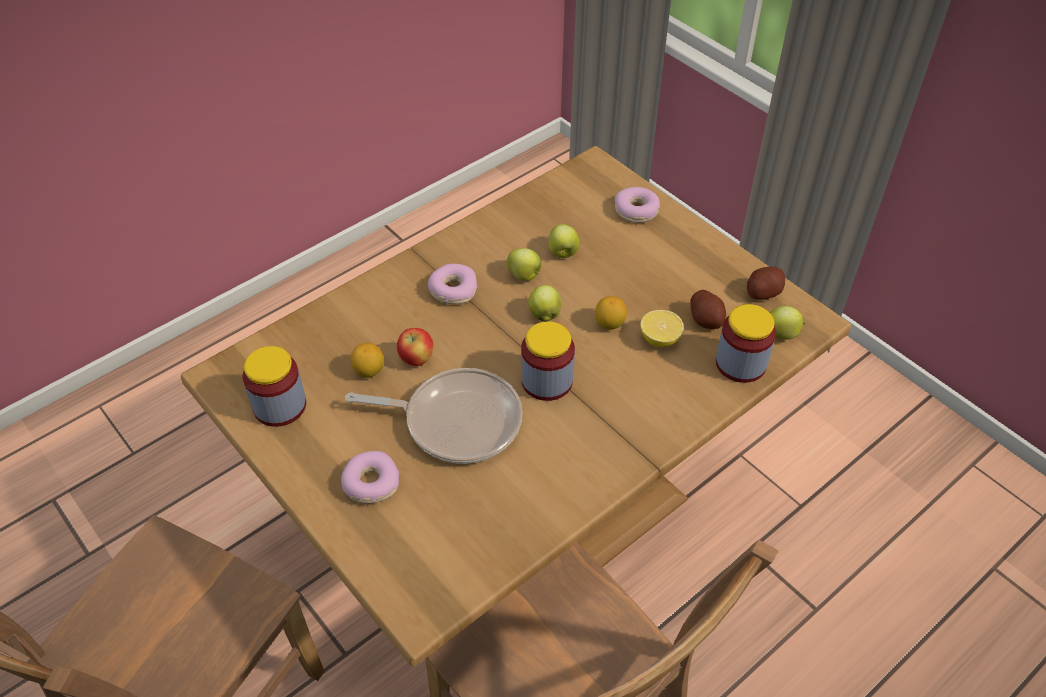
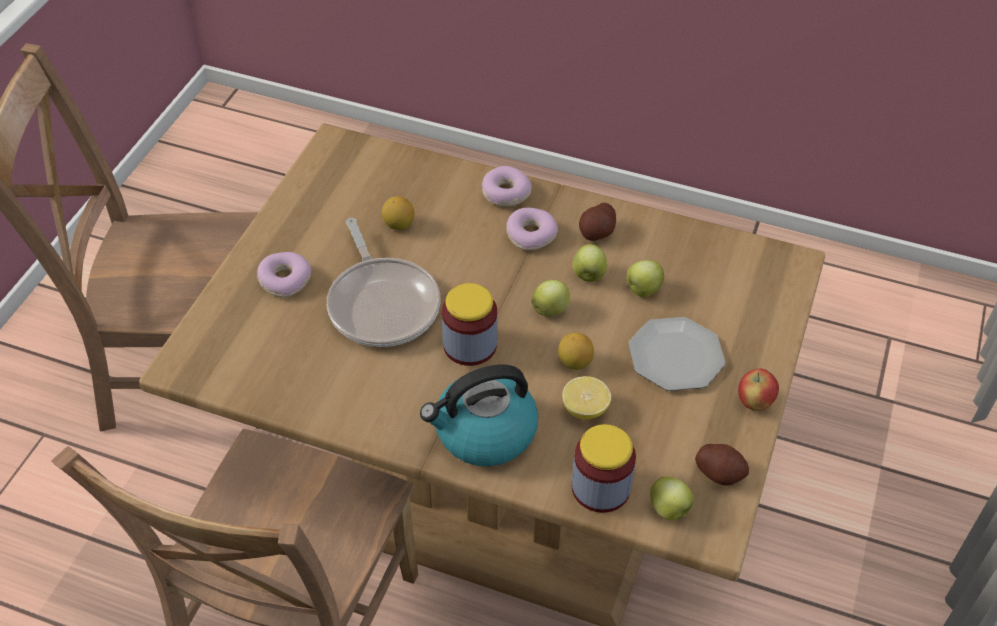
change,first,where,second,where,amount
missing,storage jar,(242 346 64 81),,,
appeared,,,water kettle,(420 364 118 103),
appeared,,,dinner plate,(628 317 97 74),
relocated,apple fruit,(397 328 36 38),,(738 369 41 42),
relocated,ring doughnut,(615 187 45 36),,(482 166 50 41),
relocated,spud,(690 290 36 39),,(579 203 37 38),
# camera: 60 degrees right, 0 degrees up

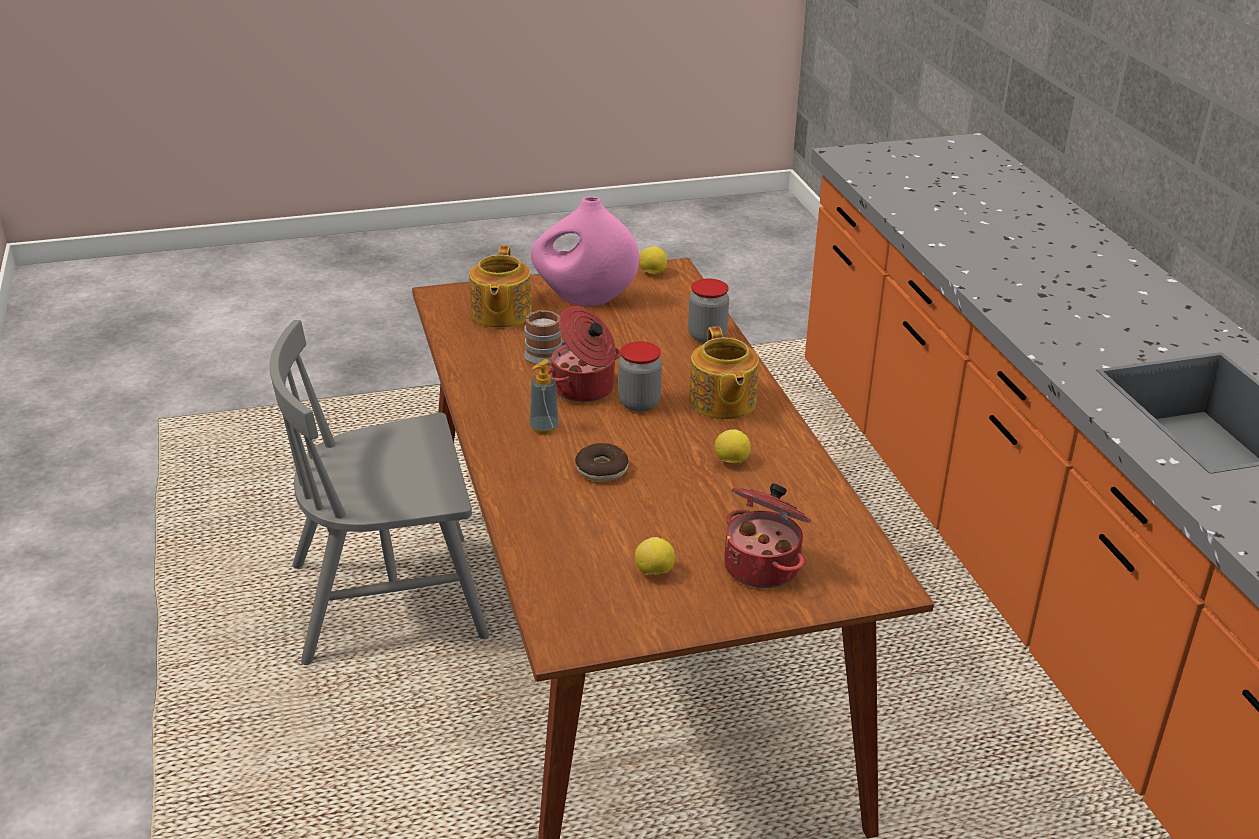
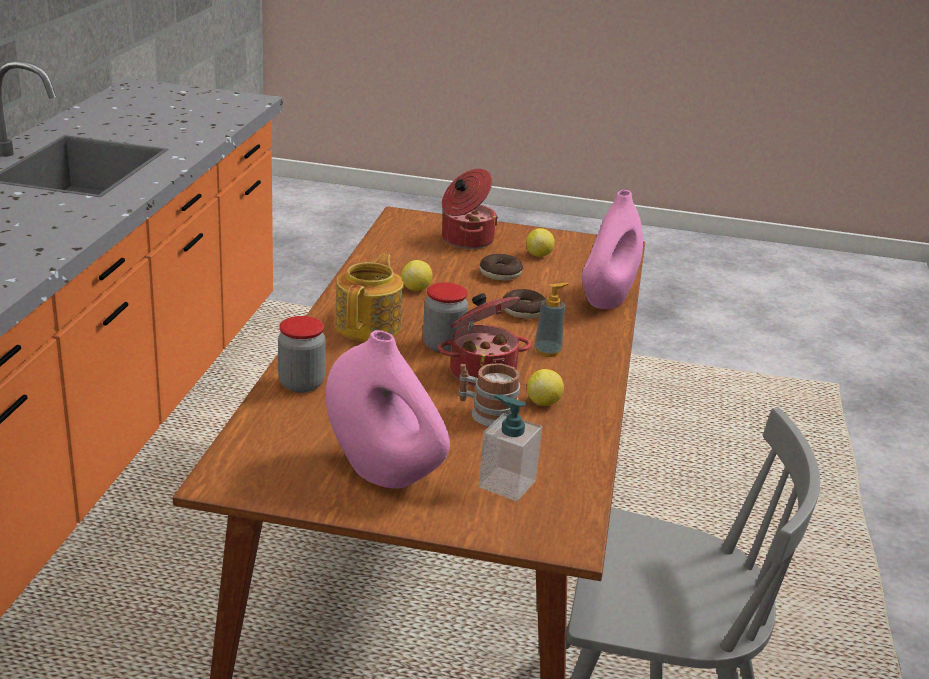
change,first,where,second,where,amount
appeared,,,ring doughnut,(480 254 43 27),
appeared,,,vase (pink),(582 190 61 119),
relocated,lemon,(639 246 28 28),,(527 369 37 37),
exchanged,pot for tea,(469 246 63 82),liquid soap bottle,(478 394 64 107),
# camera: 155 degrees left, 5 degrees down

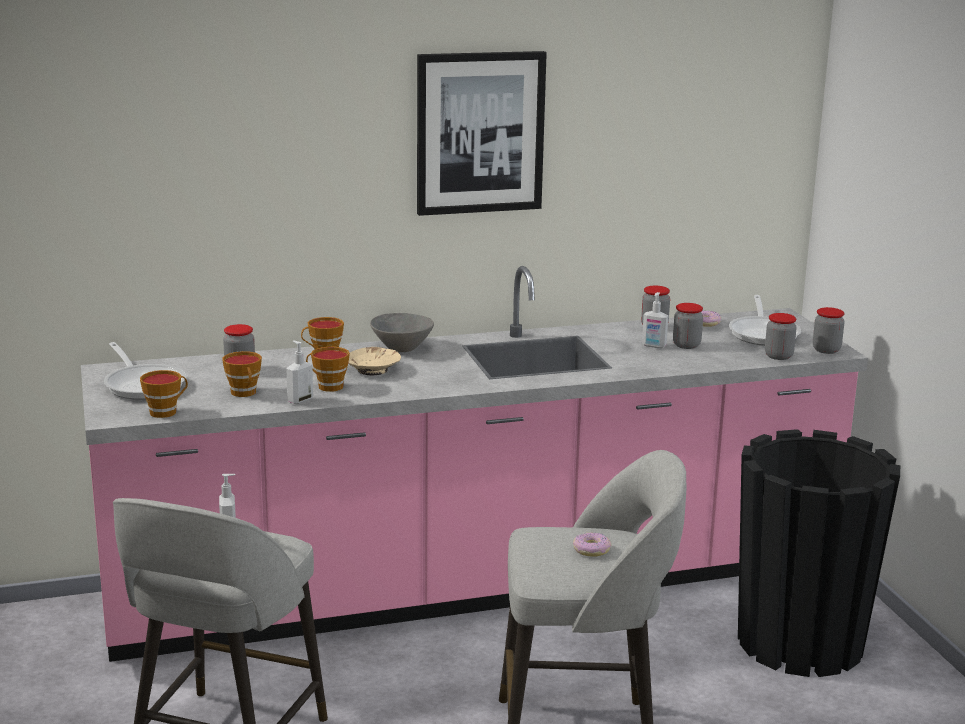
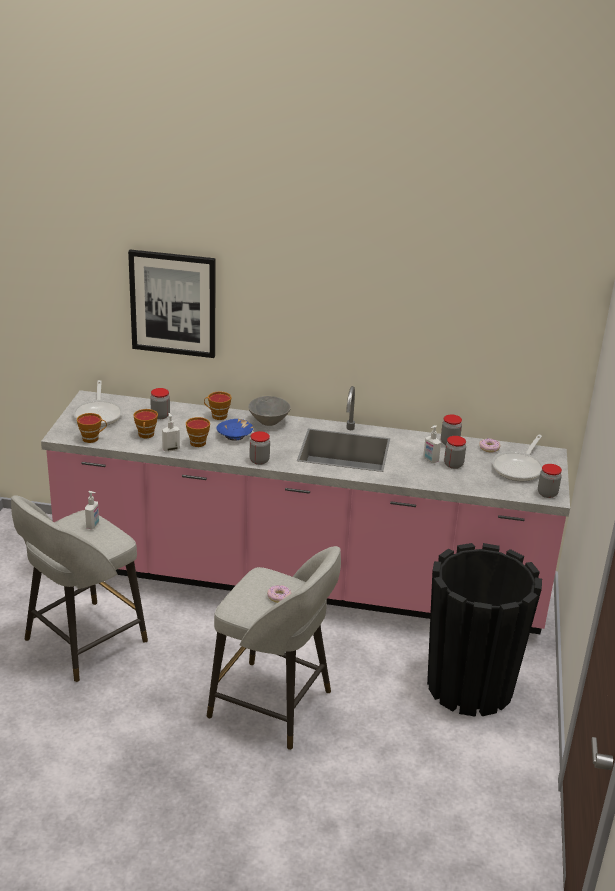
change,first,where,second,where,amount
relocated,wall art,(417 51 130 165),,(128 250 87 108),
relocated,storage jar,(765 313 32 47),,(250 431 20 34),
colour,serving bowl (beige),(348 347 53 28),serving bowl (blue-coloured),(216 419 37 21),
# camera: 25 degrees right, 10 degrees up

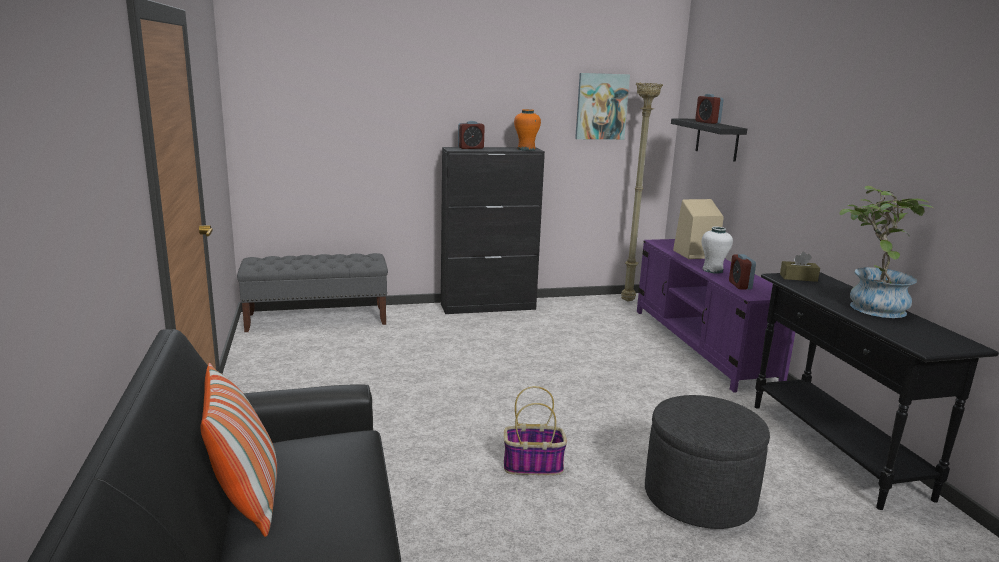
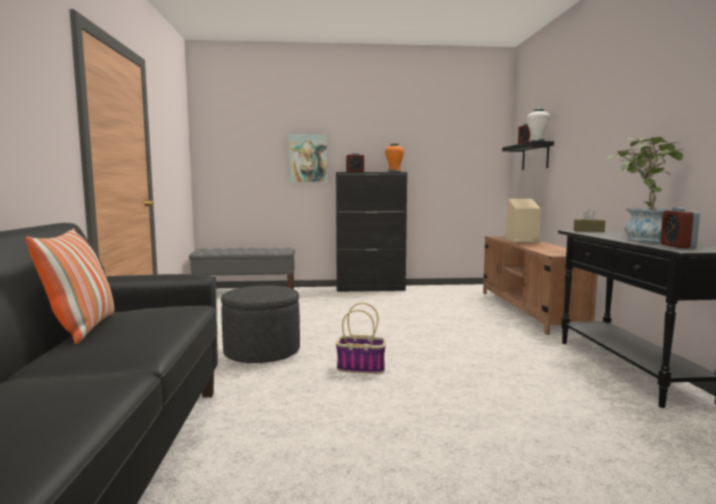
change,first,where,second,where,amount
missing,standard lamp (beige),(621 82 42 219),,,
relocated,wall art,(575 73 55 67),,(289 134 38 48),
relocated,footrest (gray),(645 395 125 134),,(221 285 79 78),
relocated,vase (white),(702 226 31 48),,(527 108 23 34),
relocated,alarm clock,(729 254 27 36),,(660 207 40 41),
colour,tv stand (purple-coloured),(637 239 158 154),tv stand (brown-coloured),(483 236 115 99),
# camera: 10 degrees right, 10 degrees down

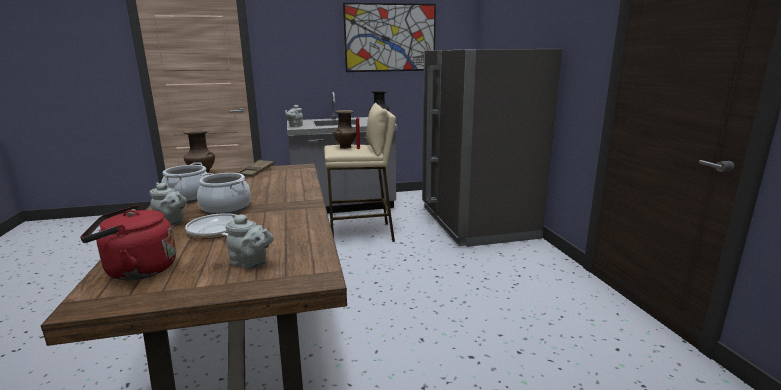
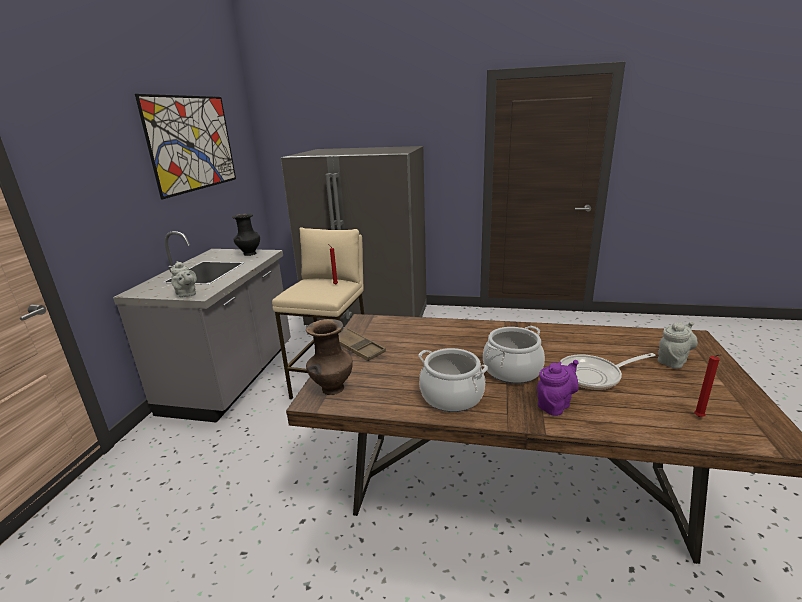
change,first,where,second,where,amount
missing,vase (brown-coloured),(333 110 23 39),,,
exchanged,water kettle (red),(80 205 96 75),wax candle (red),(694 354 28 63),
colour,pot for tea (gray),(150 182 37 44),pot for tea (purple-coloured),(537 360 42 56),
# camera: 65 degrees left, 5 degrees up

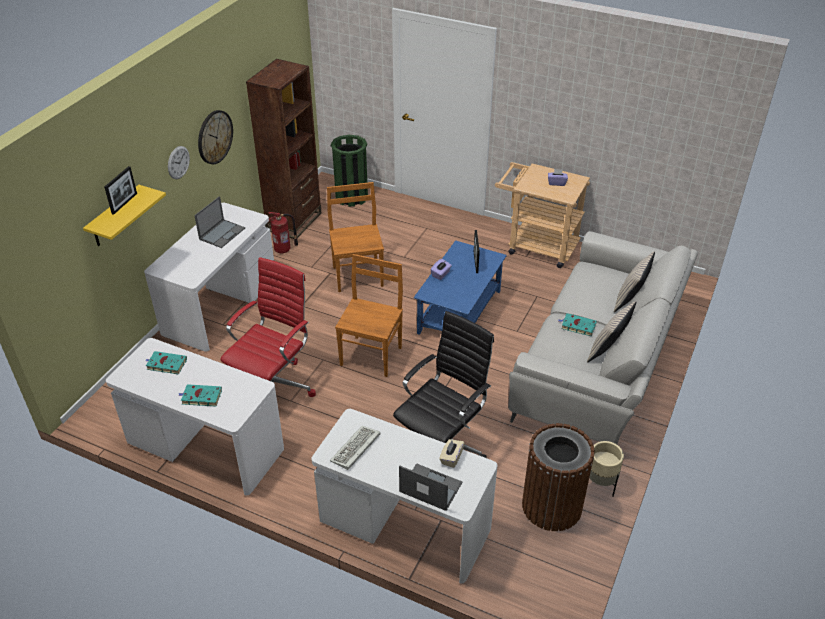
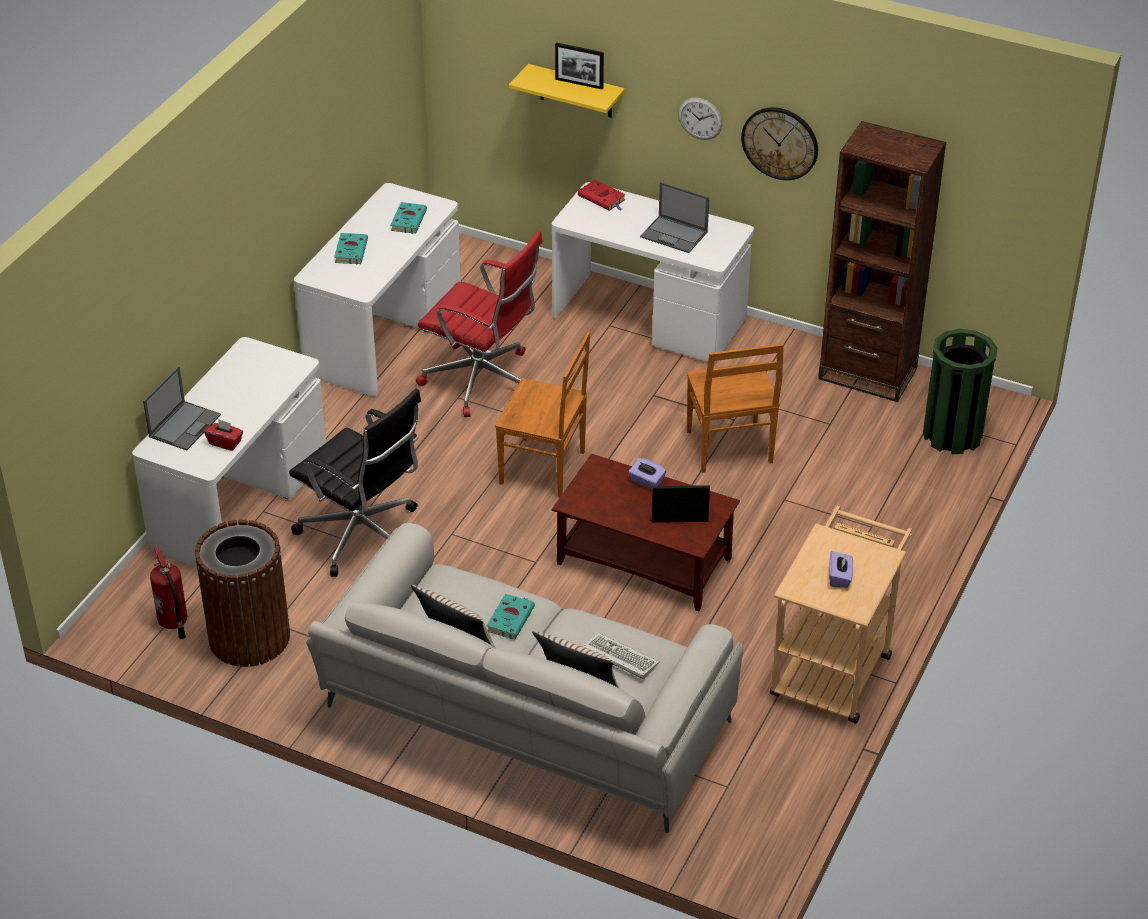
change,first,where,second,where,amount
missing,plant pot (beige),(589 441 35 55),,,
appeared,,,volume (red),(578 180 48 31),
relocated,extinguisher,(268 212 30 41),,(150 547 37 92),
relocated,computer keyboard,(330 426 51 44),,(583 633 76 46),
colour,lounge table (blue-coloured),(414 240 93 95),lounge table (brown-coloured),(552 454 188 157),
colour,tissue box (beige),(439 439 25 29),tissue box (red),(204 419 39 32),
spun,plain chair (brown-coloured),(327 182 57 110),,(687 344 97 129),90 degrees clockwise
# camera: 90 degrees right, 0 degrees up

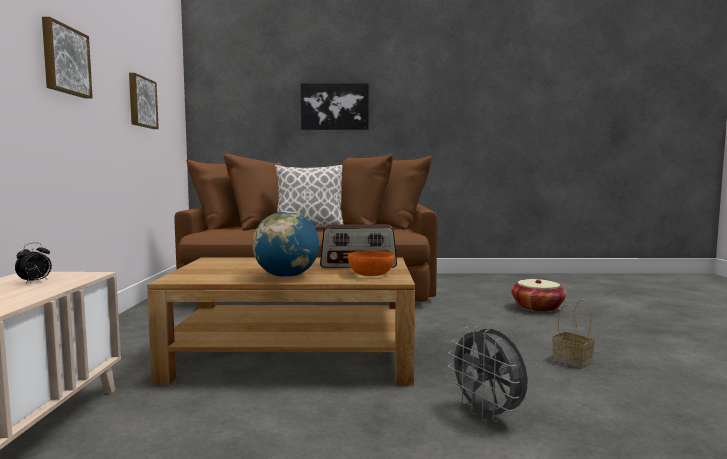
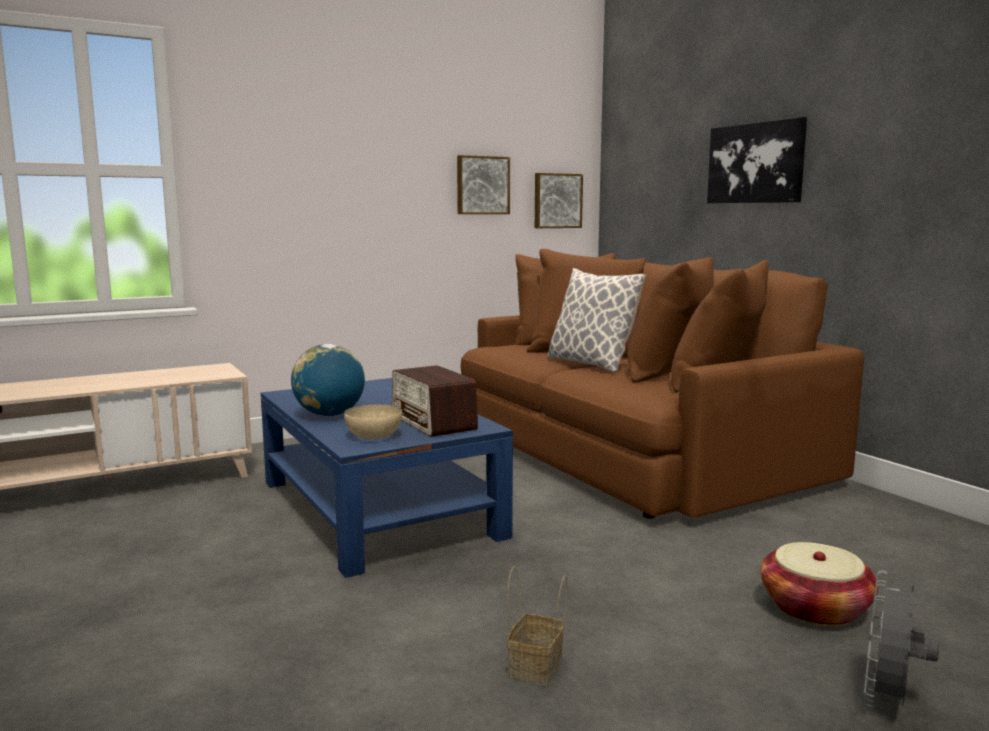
change,first,where,second,where,amount
missing,alarm clock,(15 242 37 41),,,
relocated,wall art,(42 17 51 82),,(535 173 48 55),
relocated,cooling fan (gray),(448 326 80 96),,(863 571 76 136),
colour,lounge table (brown-coloured),(147 257 268 128),lounge table (blue-coloured),(261 378 252 200),
colour,serving bowl (orangey),(348 250 46 26),serving bowl (beige),(344 404 58 35),
# camera: 60 degrees right, 5 degrees up

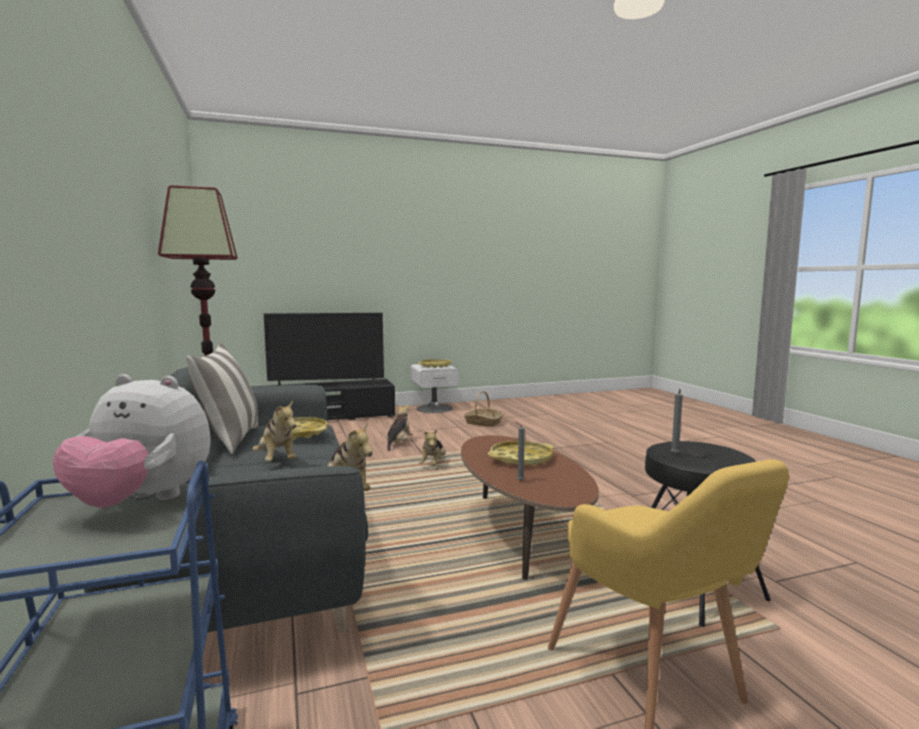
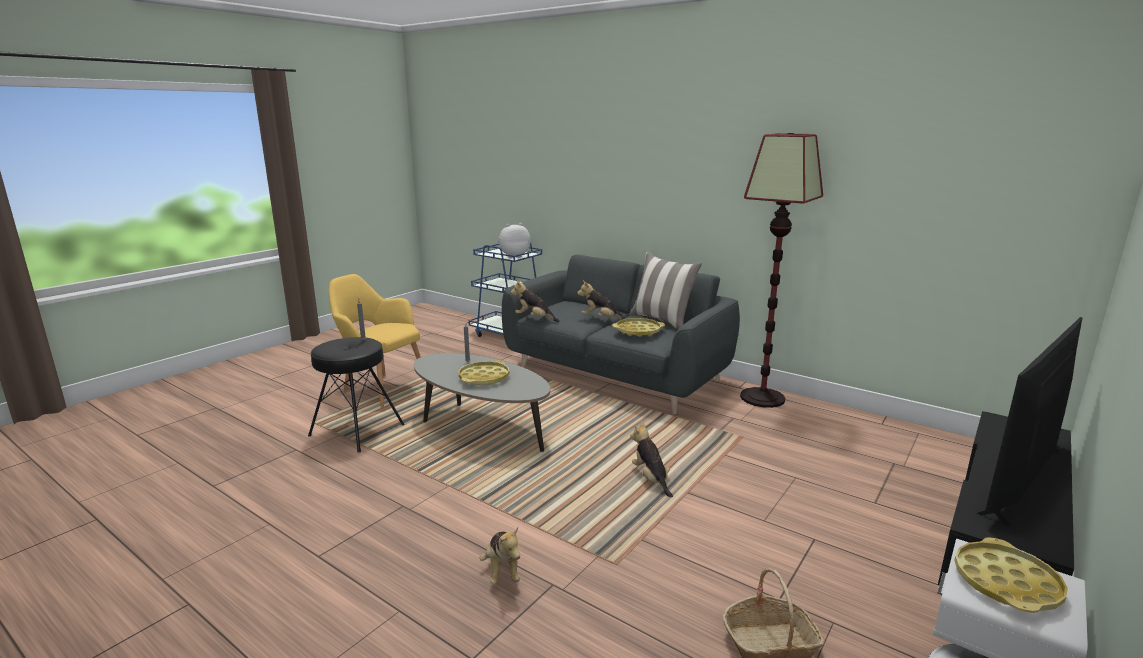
change,first,where,second,where,amount
relocated,plush toy,(386 405 27 46),,(480 527 40 57),
colour,lounge table (brown-coloured),(461 435 138 145),lounge table (gray),(414 353 136 99),
# camera: 145 degrees right, 10 degrees up

